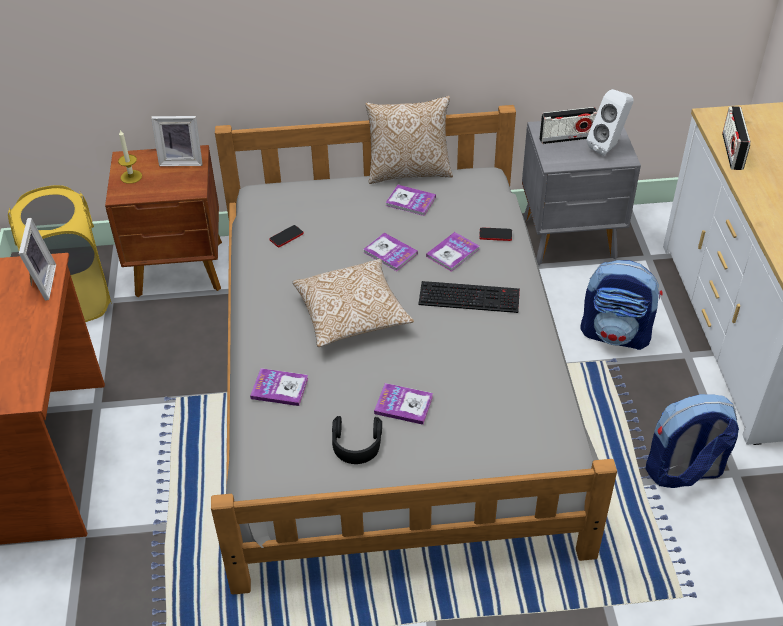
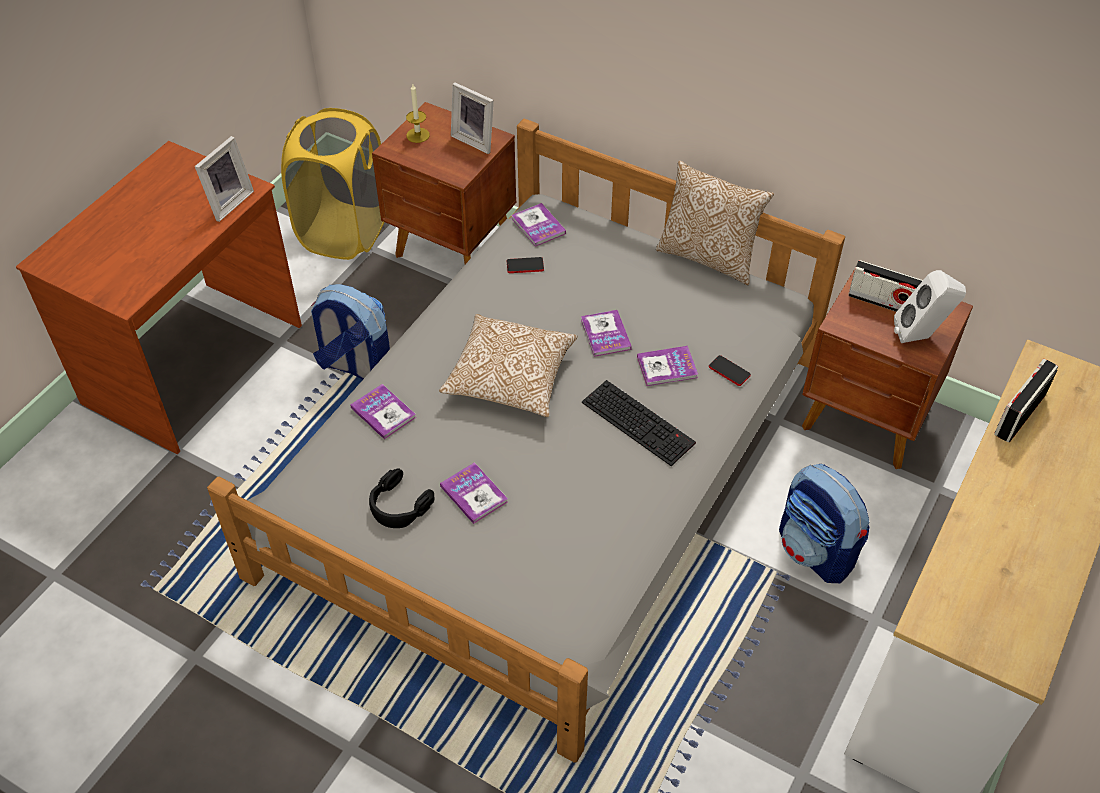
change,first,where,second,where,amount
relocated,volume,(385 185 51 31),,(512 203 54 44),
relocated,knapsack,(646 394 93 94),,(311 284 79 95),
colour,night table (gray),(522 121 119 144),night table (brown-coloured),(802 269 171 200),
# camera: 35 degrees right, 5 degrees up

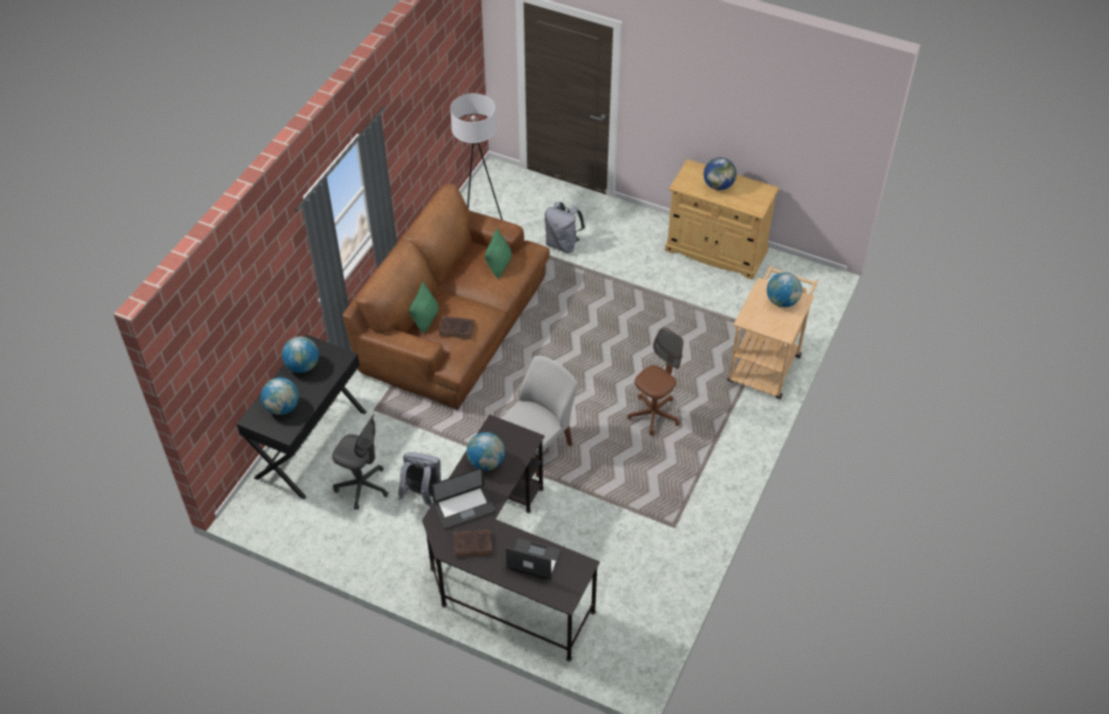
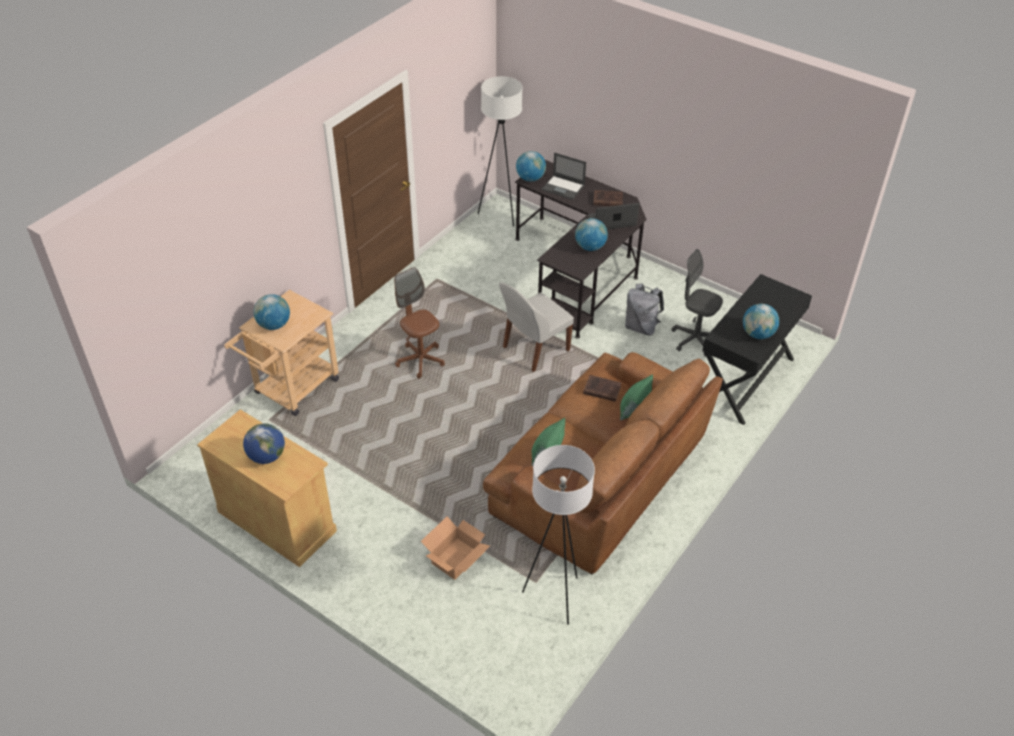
change,first,where,second,where,amount
appeared,,,standard lamp (white),(478 76 45 151),
relocated,globe,(261 377 38 38),,(516 151 30 31),
exchanged,knapsack (gray),(545 202 40 51),cardboard box,(421 517 69 63),
spun,computer chair (brown-coloured),(627 327 56 109),,(394 267 51 112),90 degrees clockwise
# camera: 170 degrees left, 5 degrees down

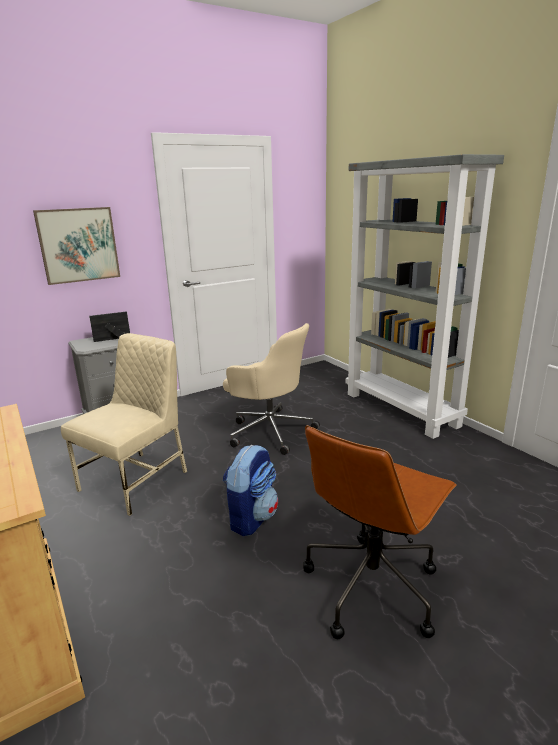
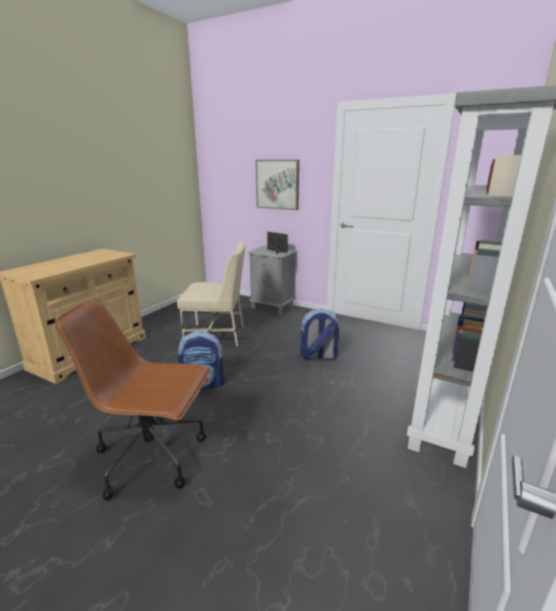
change,first,where,second,where,amount
exchanged,computer chair (beige),(223 323 97 132),knapsack,(300 309 39 51),
# camera: 60 degrees right, 0 degrees up

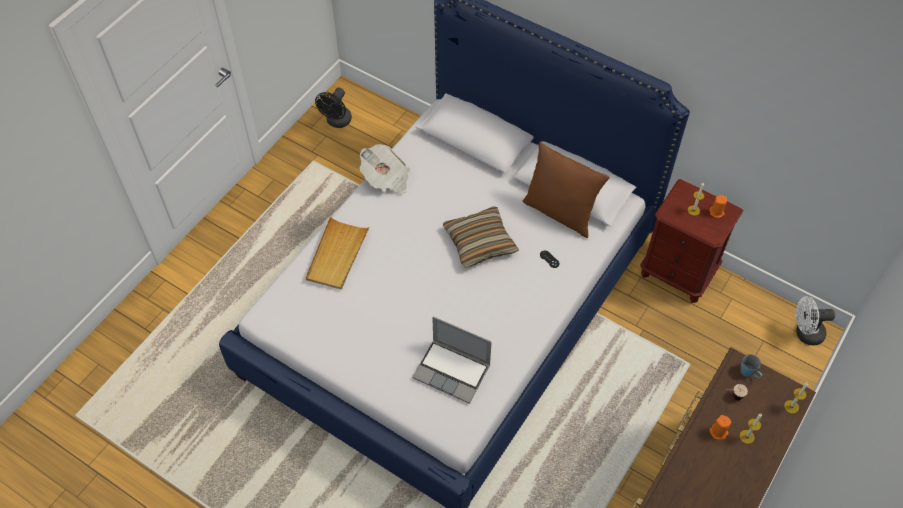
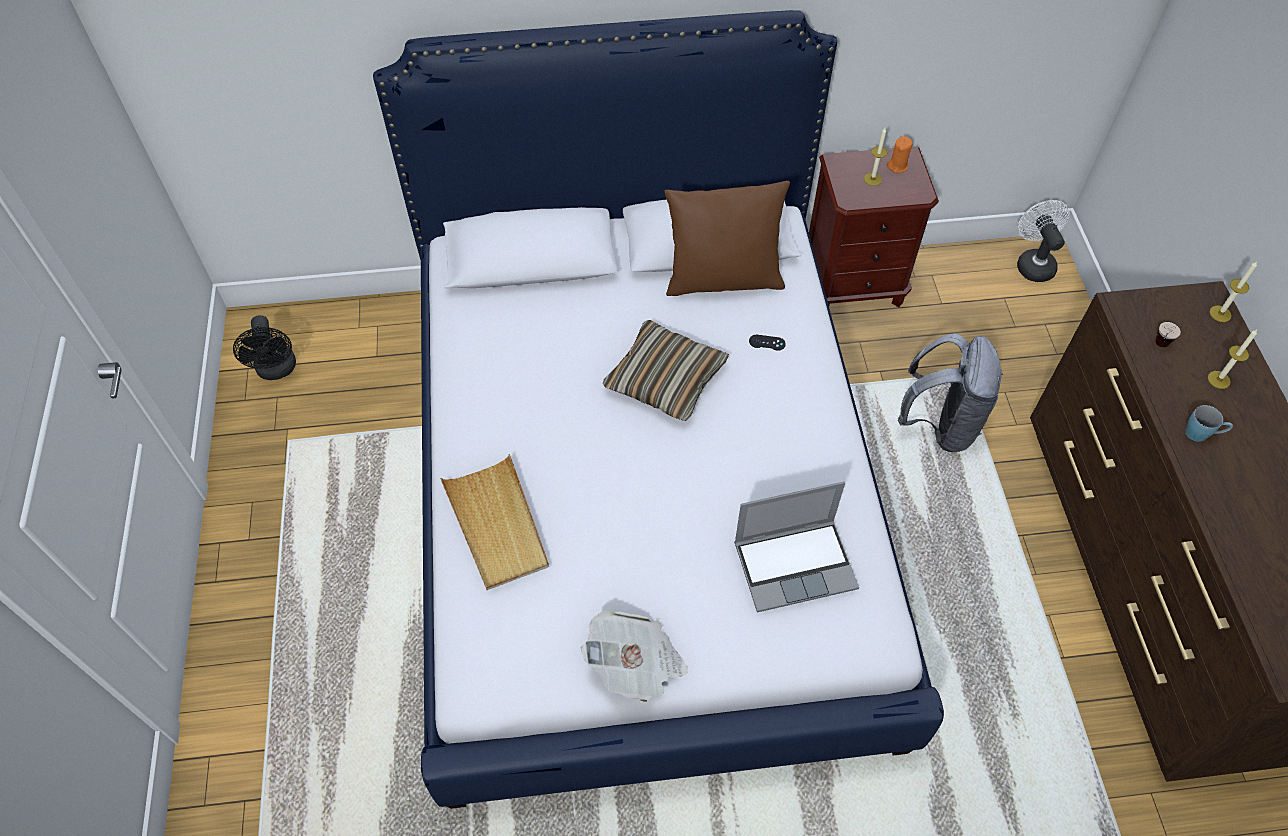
change,first,where,second,where,amount
missing,wax candle (orangey),(709 415 22 25),,,
appeared,,,knapsack (gray),(898 333 105 119),
relocated,printed paper,(359 144 51 50),,(581 609 107 93),
relocated,coffee mug (blue-coloured),(741 354 21 24),,(1185 405 48 37),
spun,cooling fan (white),(796 296 39 49),,(1017 200 53 82),120 degrees clockwise
# camera: 40 degrees left, 0 degrees up

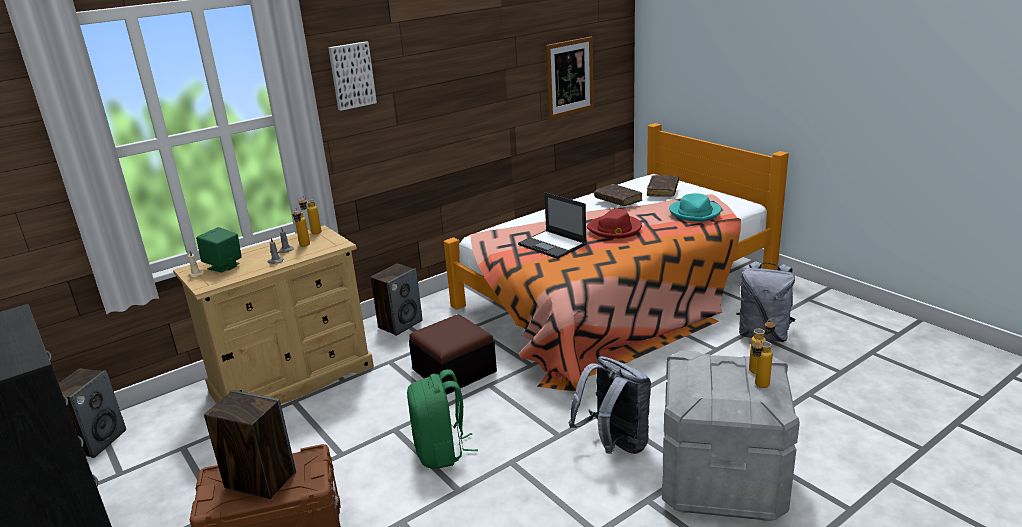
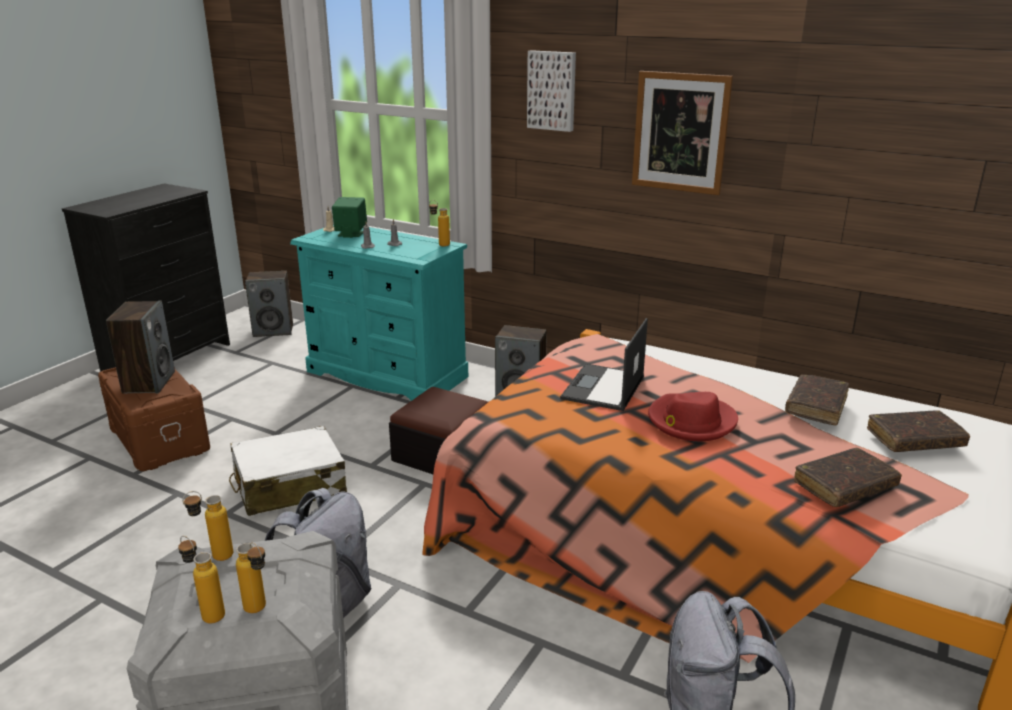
change,first,where,second,where,amount
relocated,bottle,(292 208 18 38),,(182 491 51 70),
relocated,wall art,(546 37 48 82),,(632 71 101 124),
exchanged,knapsack (green-coloured),(407 369 71 100),suitcase (white),(229 426 118 90),
exchanged,wearable hat (turquoise-coloured),(669 193 53 29),volume (brown-coloured),(794 448 108 59),
colour,drawer chest (beige),(173 225 201 179),drawer chest (turquoise-coloured),(290 224 178 177),
# camera: 65 degrees right, 0 degrees up

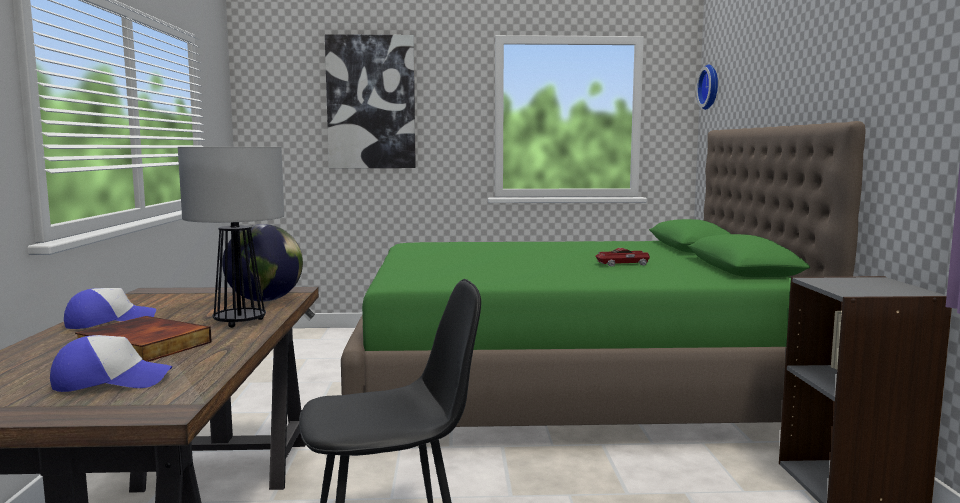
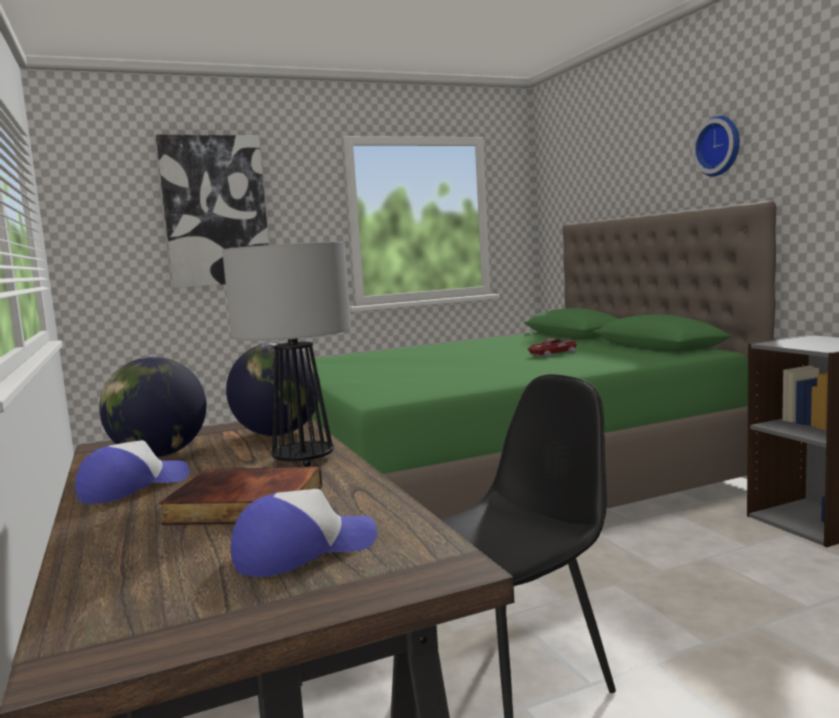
change,first,where,second,where,amount
appeared,,,globe,(99 357 107 100),
relocated,clock on the wall,(696 64 22 46),,(692 115 48 61),
# camera: 20 degrees left, 0 degrees up

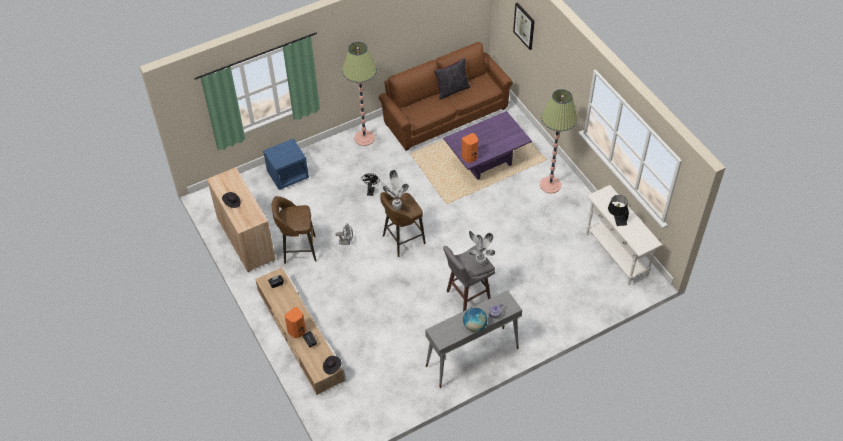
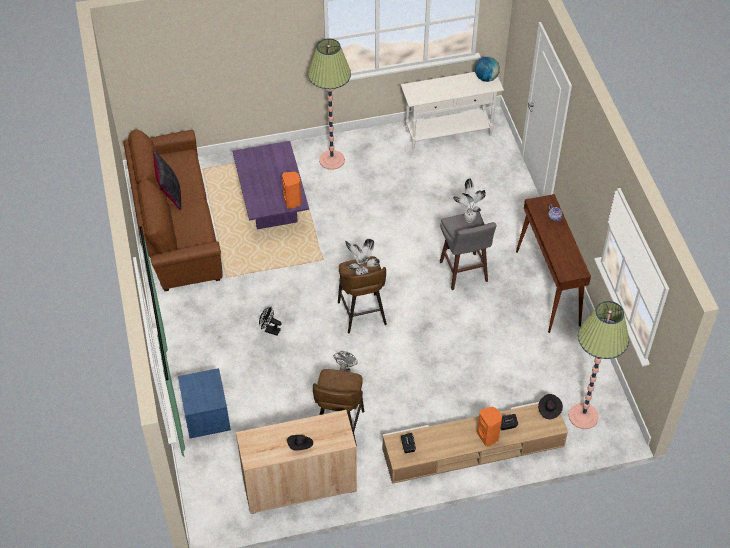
change,first,where,second,where,amount
missing,wall art,(513 2 22 48),,,
missing,lamp for a table (black-coloured),(608 195 21 31),,,
relocated,standard lamp,(342 42 35 104),,(569 301 60 128),
relocated,globe,(463 308 24 24),,(475 57 25 25),
colour,hall table (gray),(426 290 96 98),hall table (brown-coloured),(516 194 75 139),
# camera: 75 degrees left, 0 degrees up

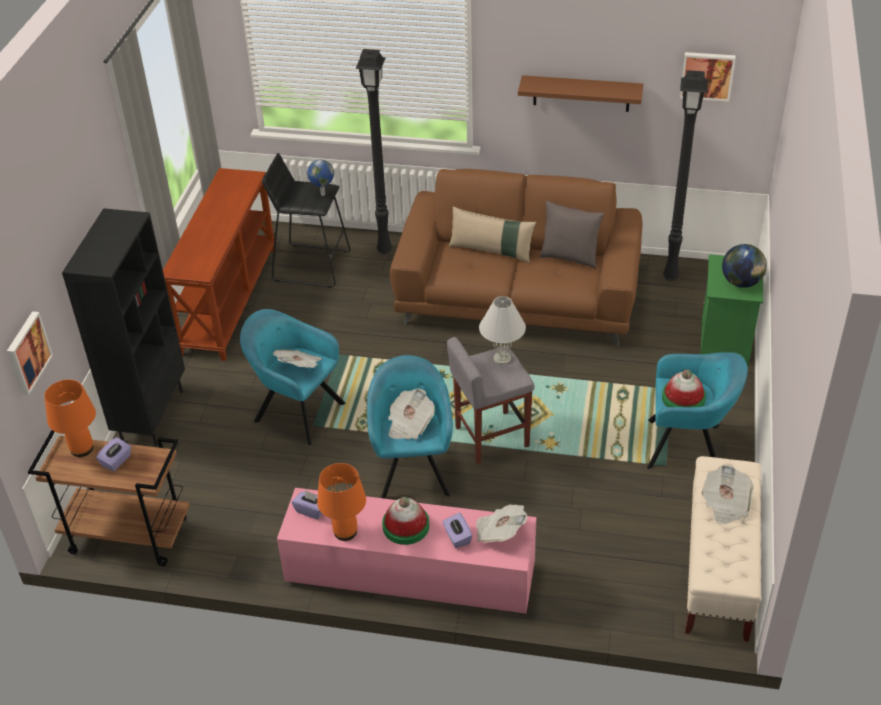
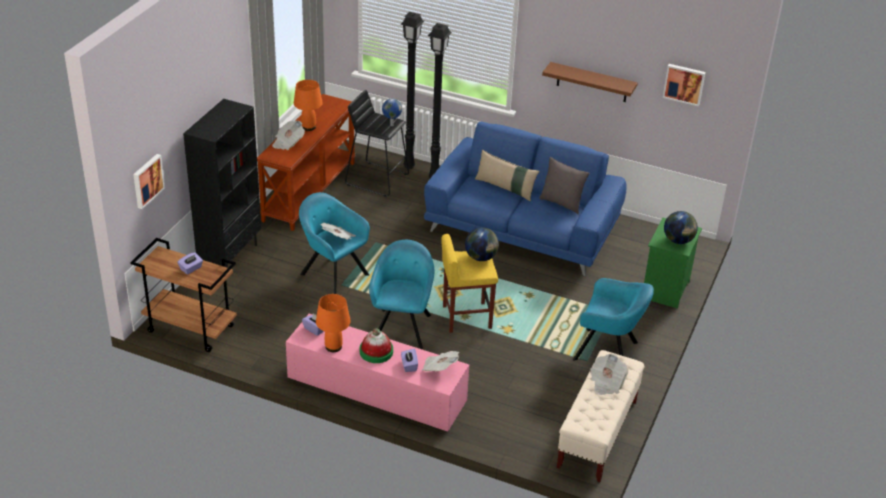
change,first,where,second,where,amount
missing,wearable hat,(662 369 44 38),,,
relocated,lamp for a table (orangey),(44 379 52 78),,(294 80 29 51),
relocated,printed paper,(388 388 47 52),,(272 121 33 29),
relocated,standard lamp (black-coloured),(663 70 45 211),,(400 12 24 157),
exchanged,lamp for a table (white),(479 296 47 69),globe,(465 227 34 34),
colour,settee (brown-coloured),(390 169 253 177),settee (blue-coloured),(424 122 203 154),
colour,stool (gray),(447 337 88 127),stool (yellow),(441 234 57 99),
# camera: 10 degrees right, 5 degrees down

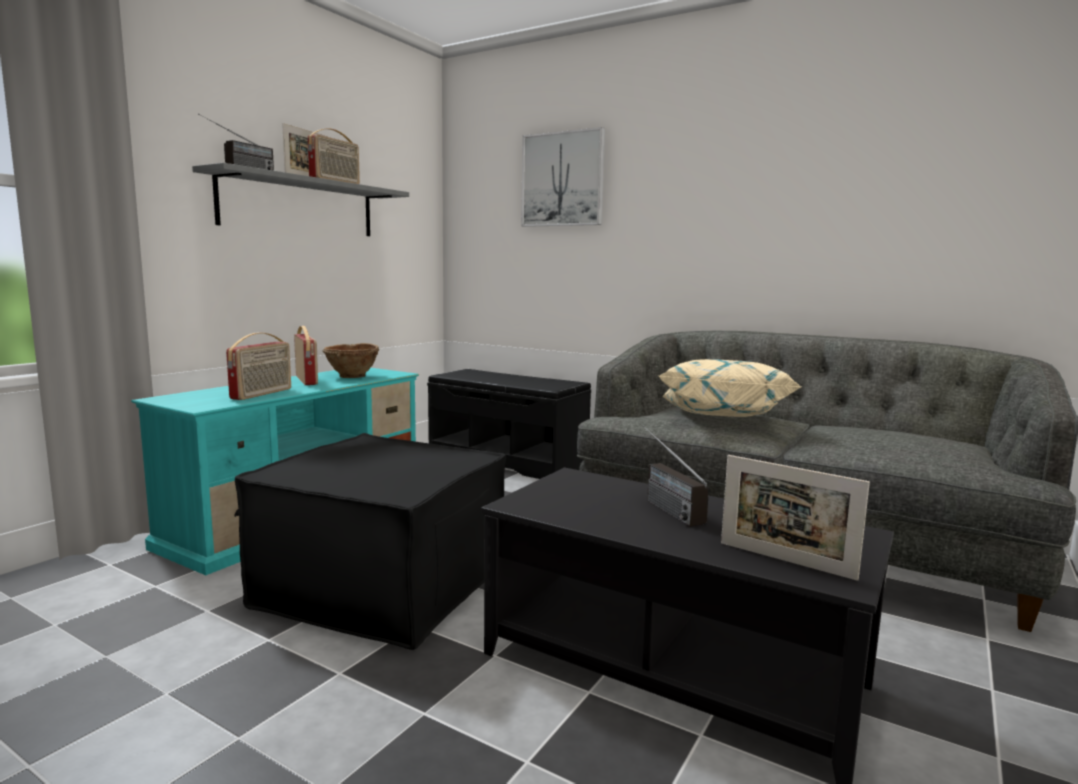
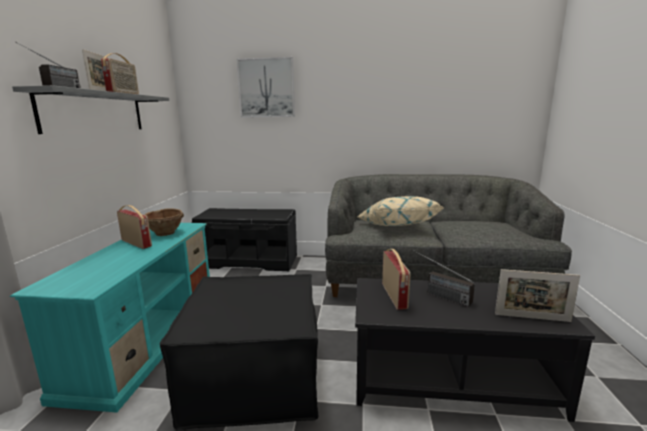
change,first,where,second,where,amount
relocated,radio receiver,(226 333 65 67),,(382 249 29 61),
# camera: 25 degrees left, 5 degrees up

